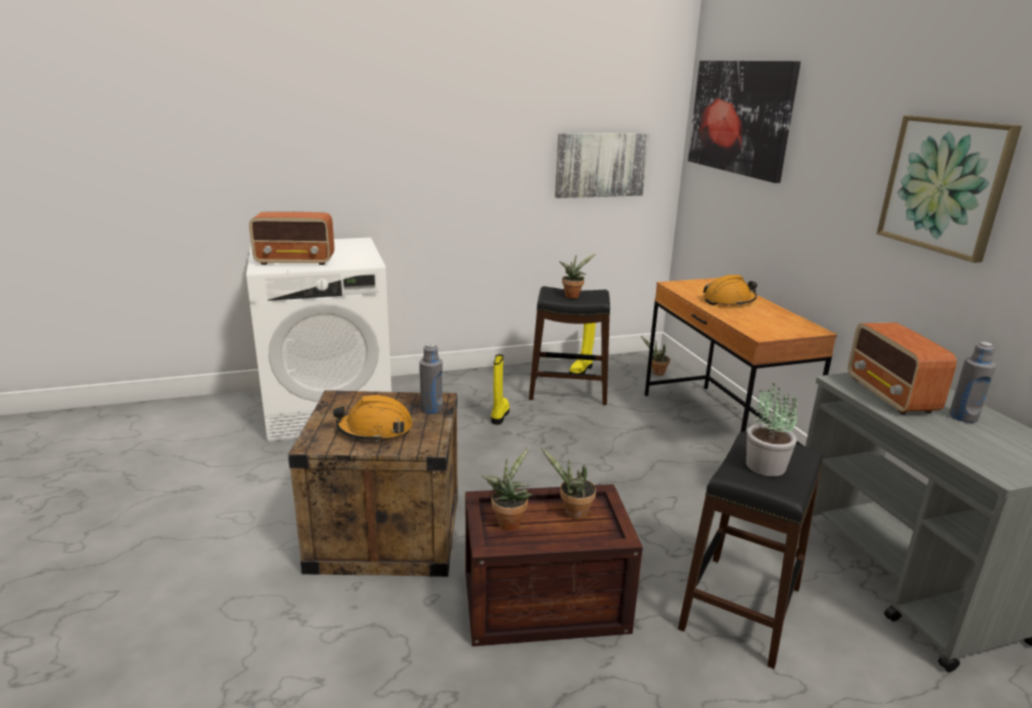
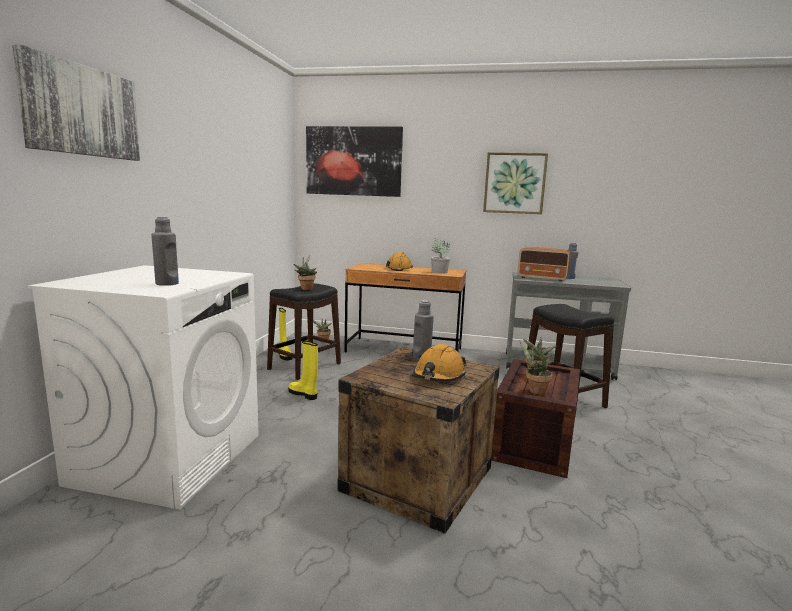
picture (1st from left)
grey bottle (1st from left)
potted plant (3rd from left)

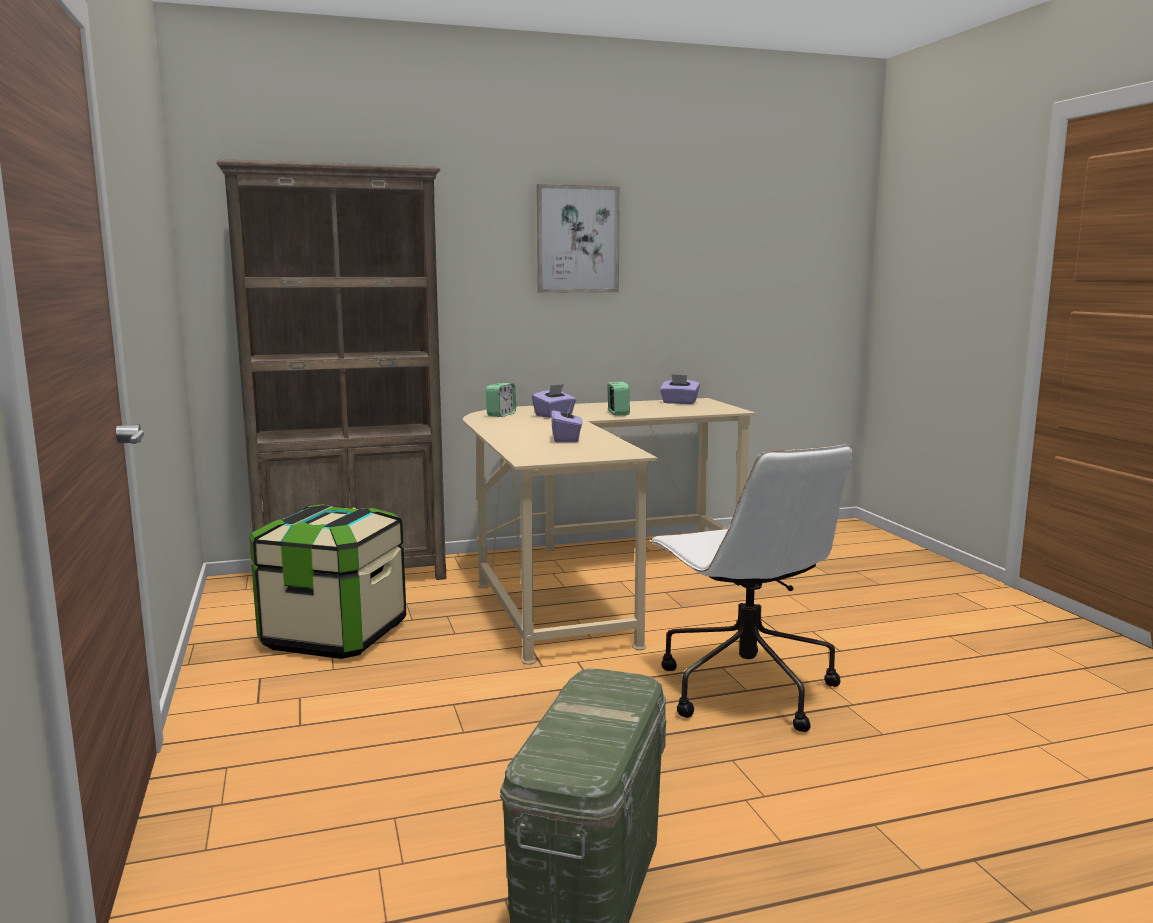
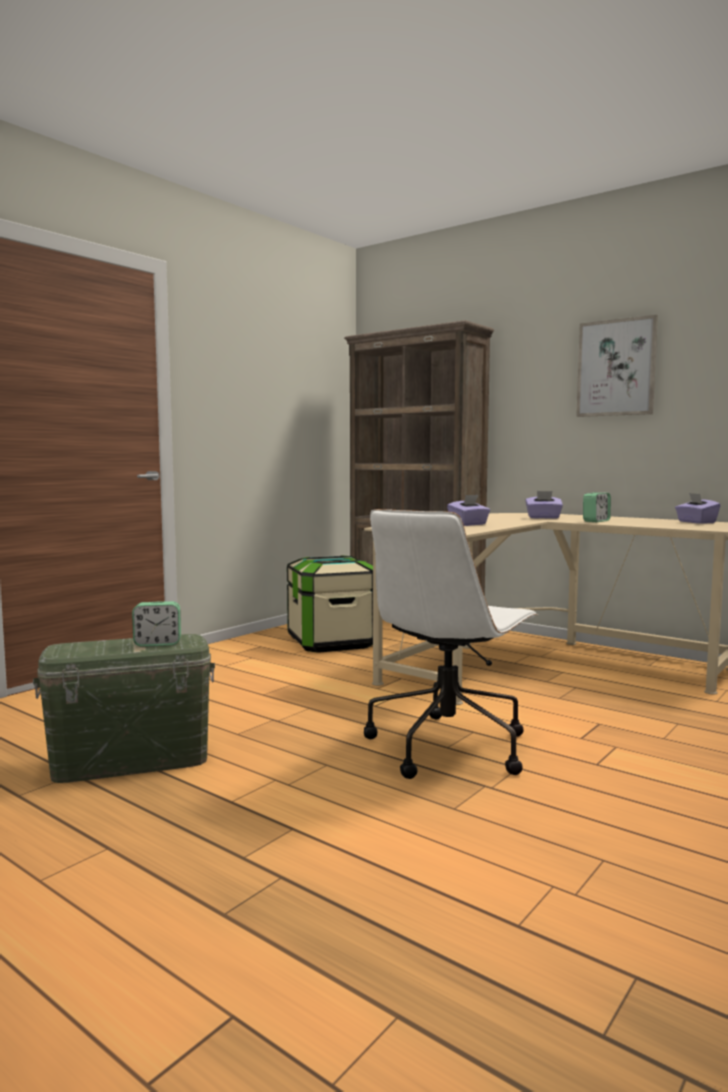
alarm clock (1st from left)

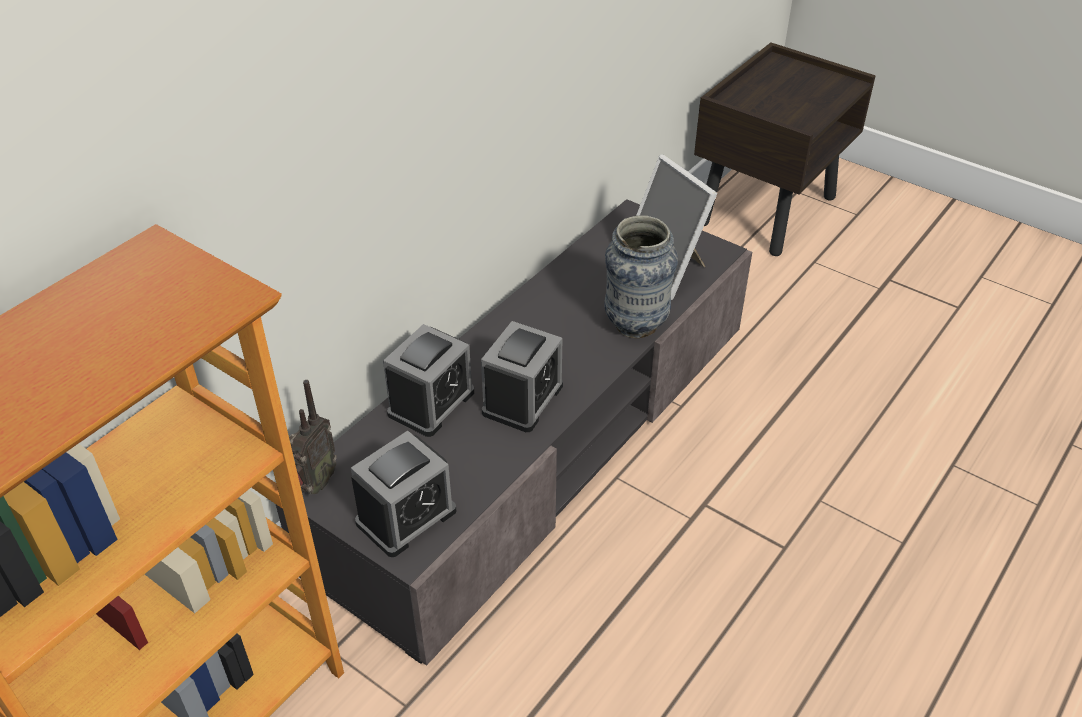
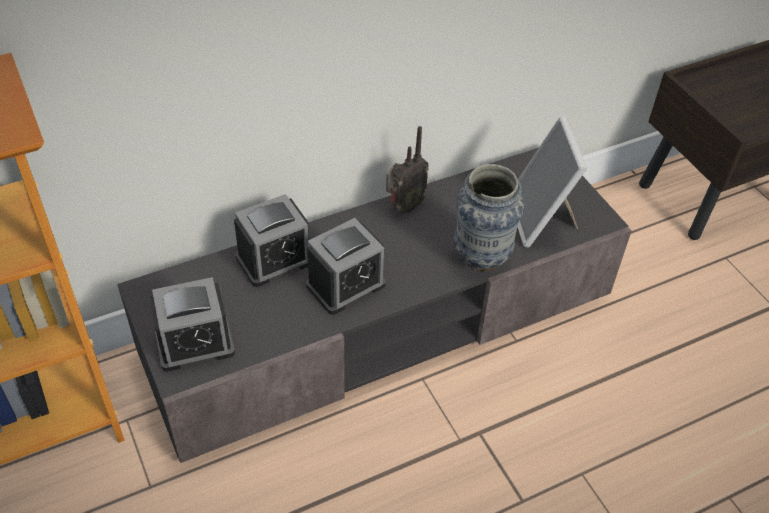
radio

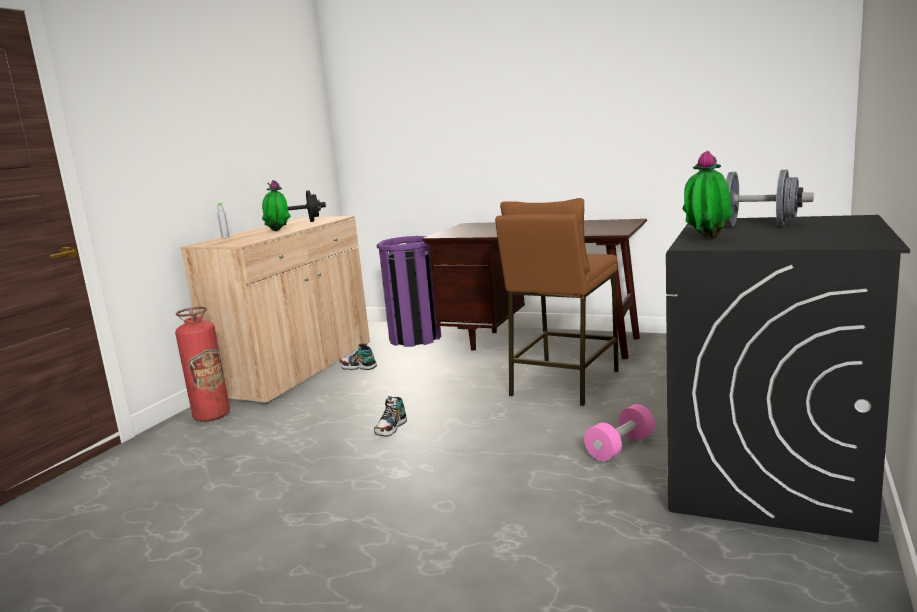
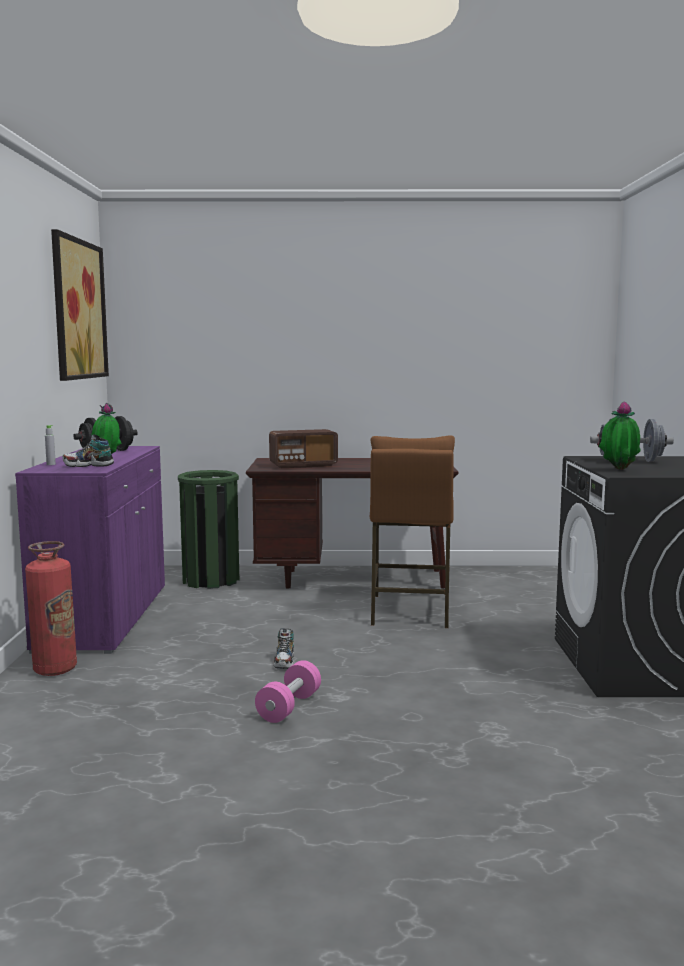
purple cabinet
green trash can
shoe (1st from left)
pink dumbbell
picture
radio

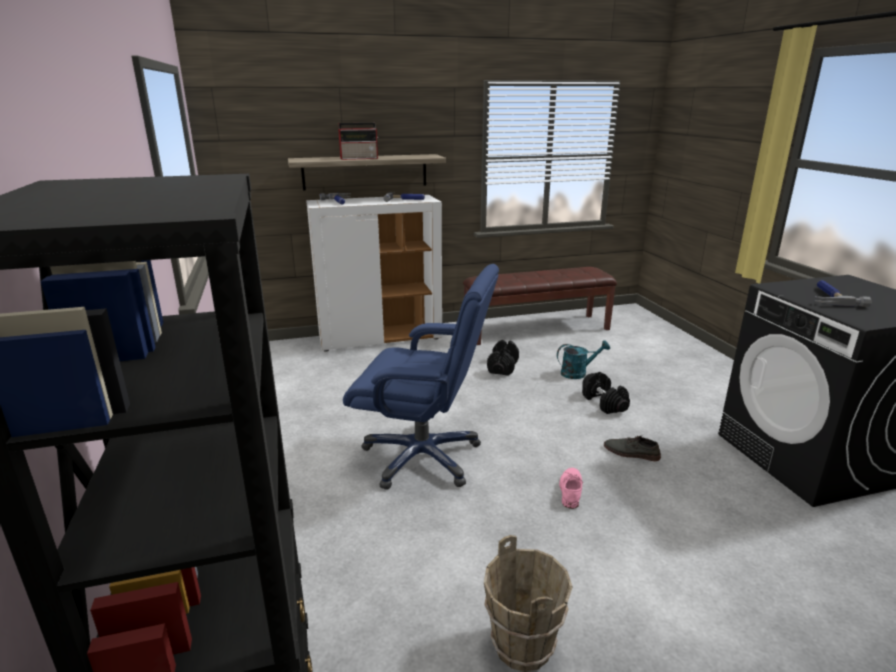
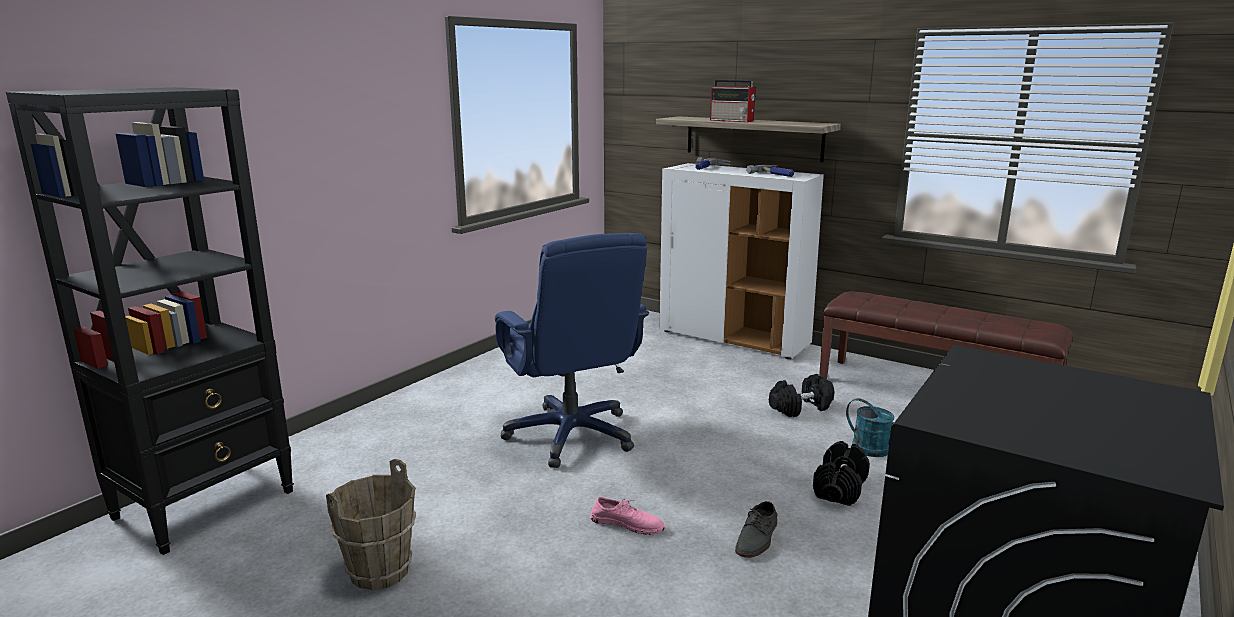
hammer (3rd from left in the first image)
grey shoe
pink shoe

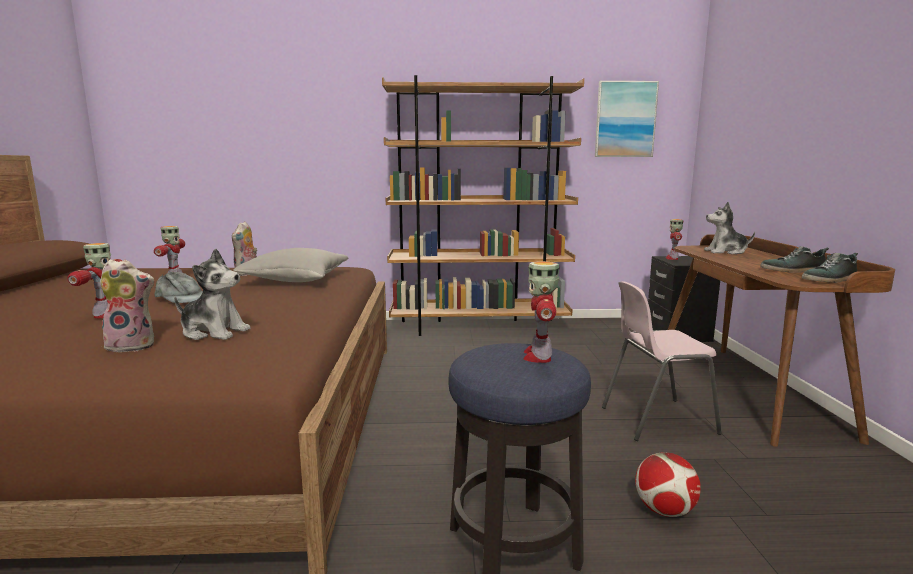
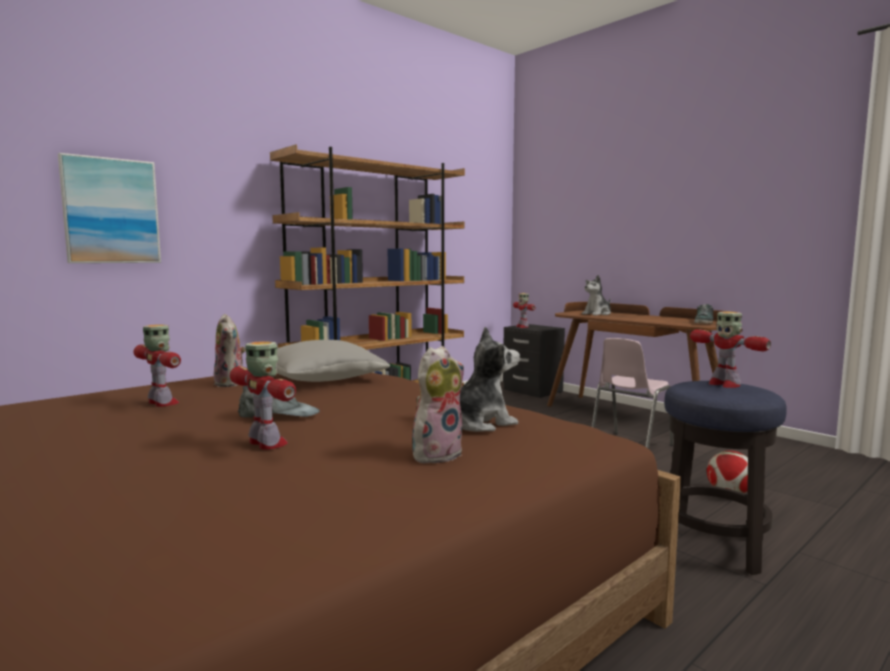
picture
shoe (1st from left in the first image)

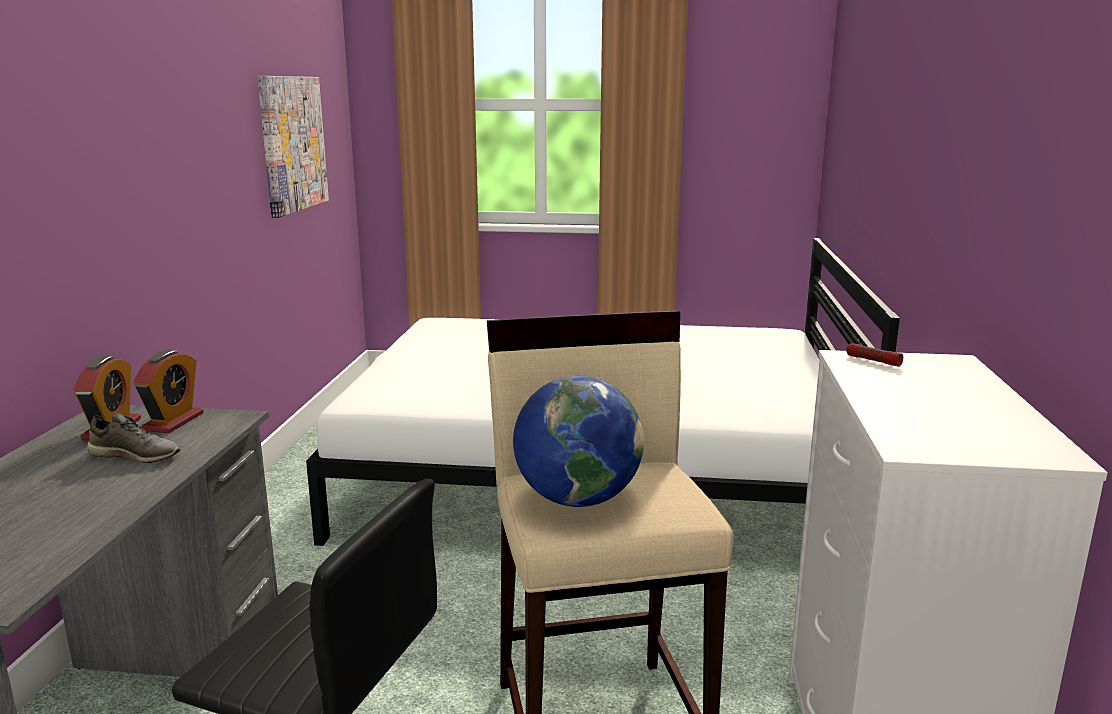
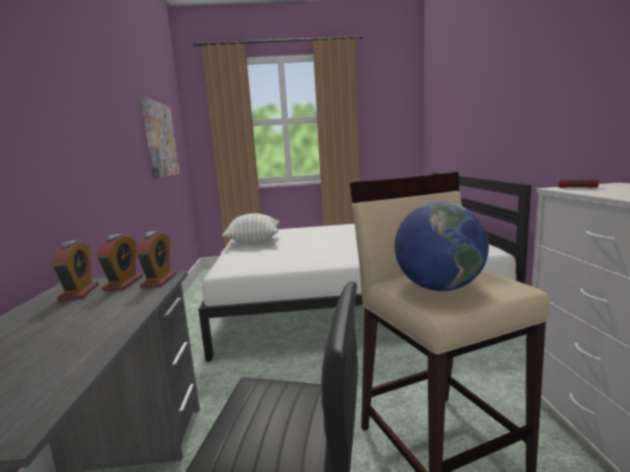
grey shoe
pillow
alarm clock (3rd from left)

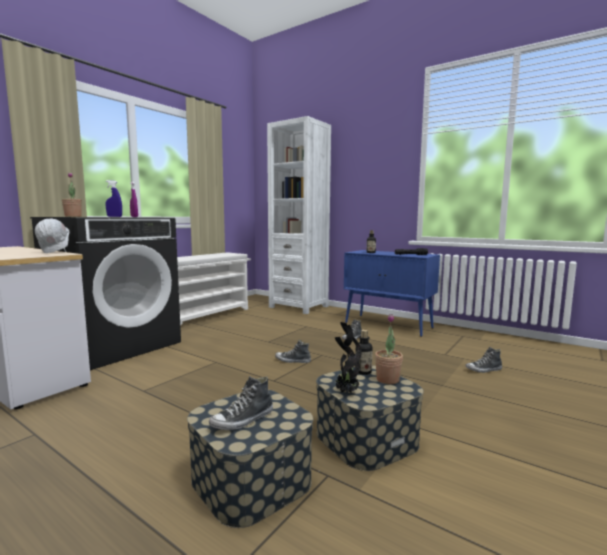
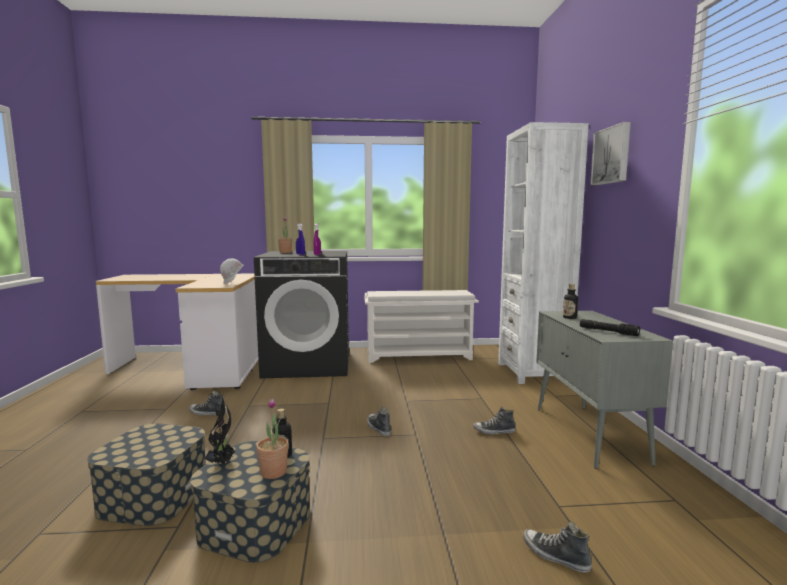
grey cabinet
shoe (1st from left)
picture

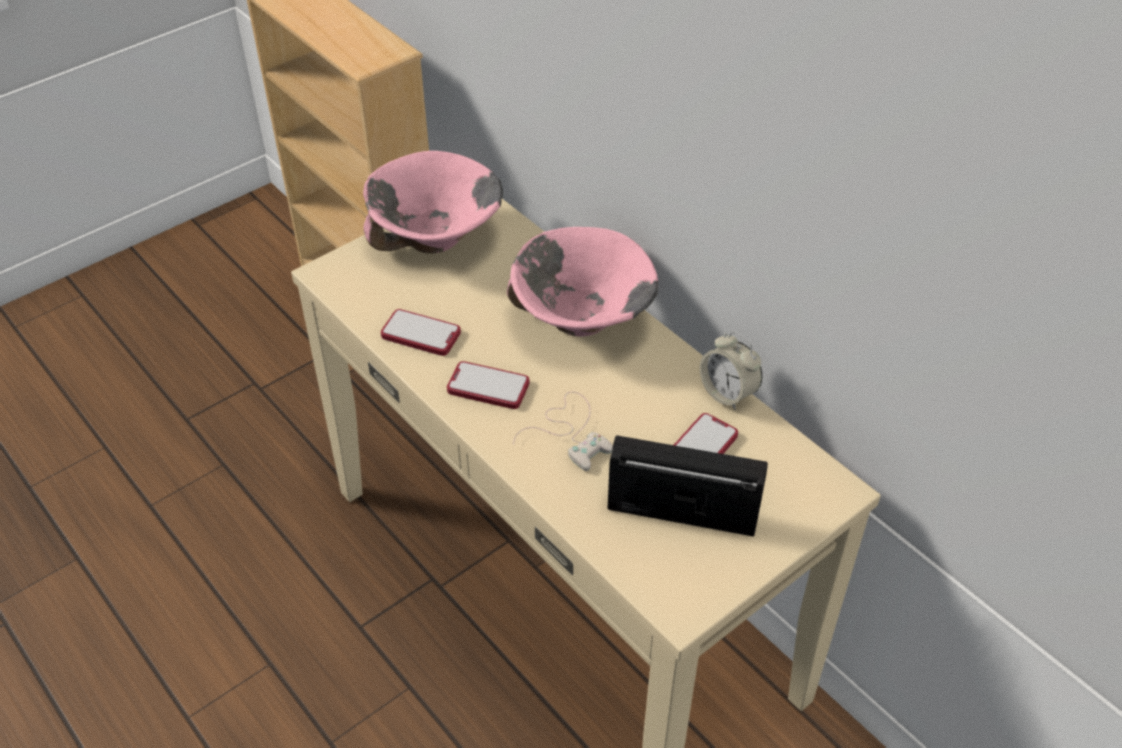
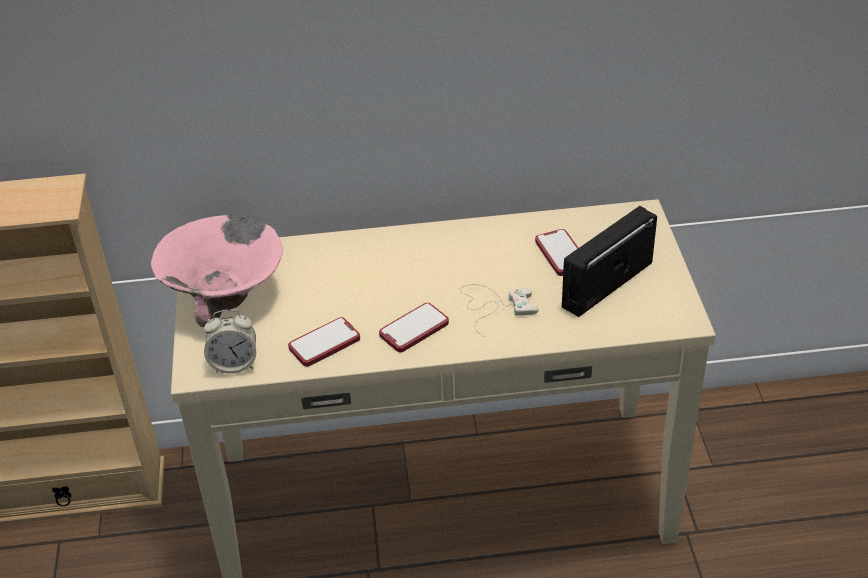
pink bowl (2nd from left in the first image)
alarm clock

